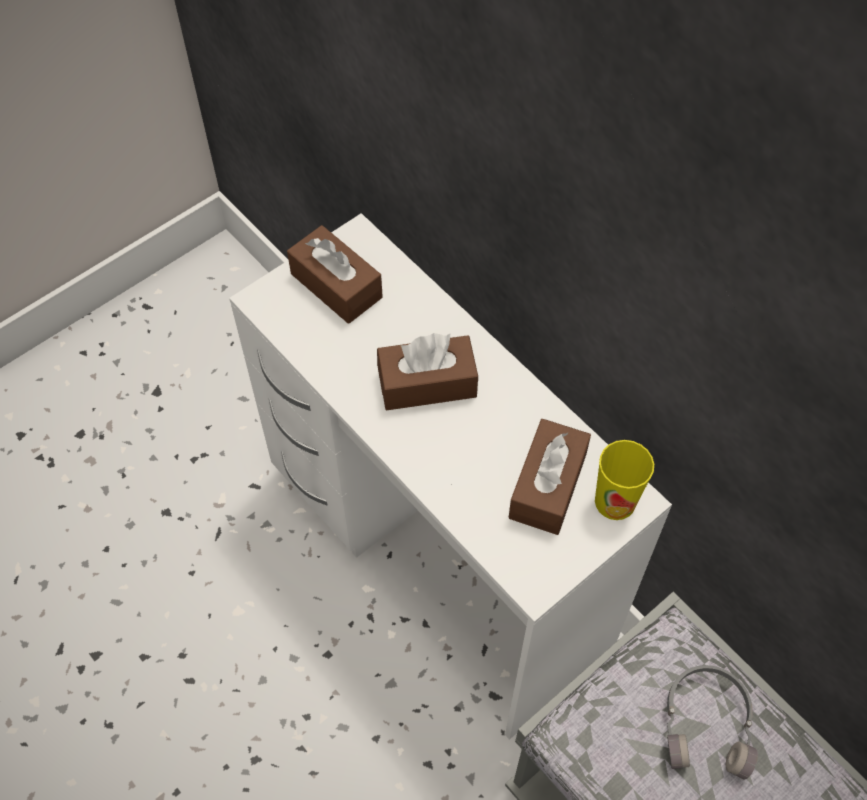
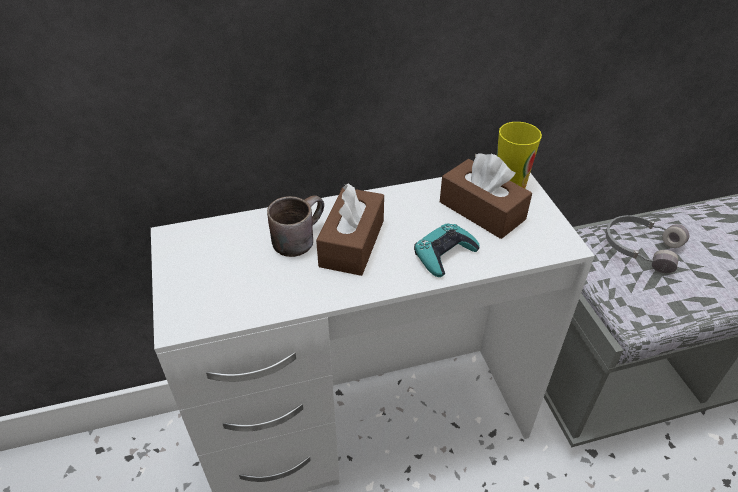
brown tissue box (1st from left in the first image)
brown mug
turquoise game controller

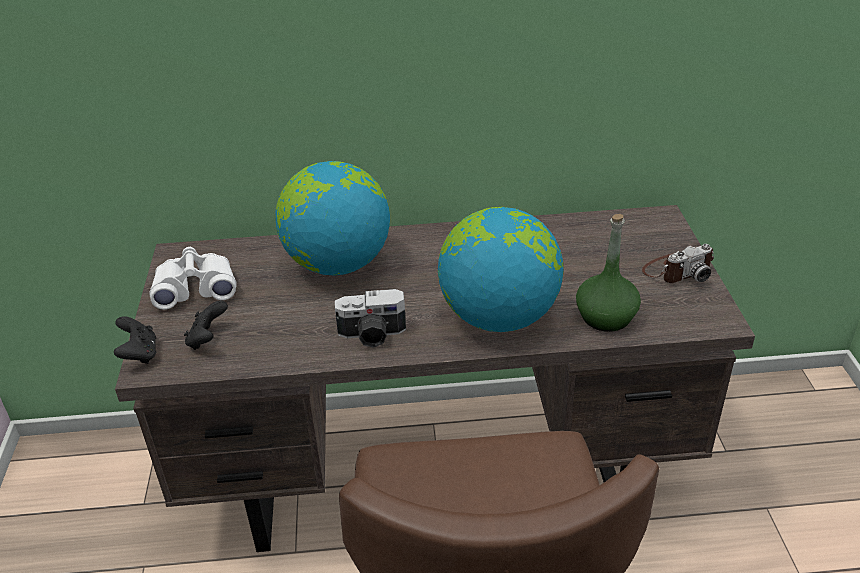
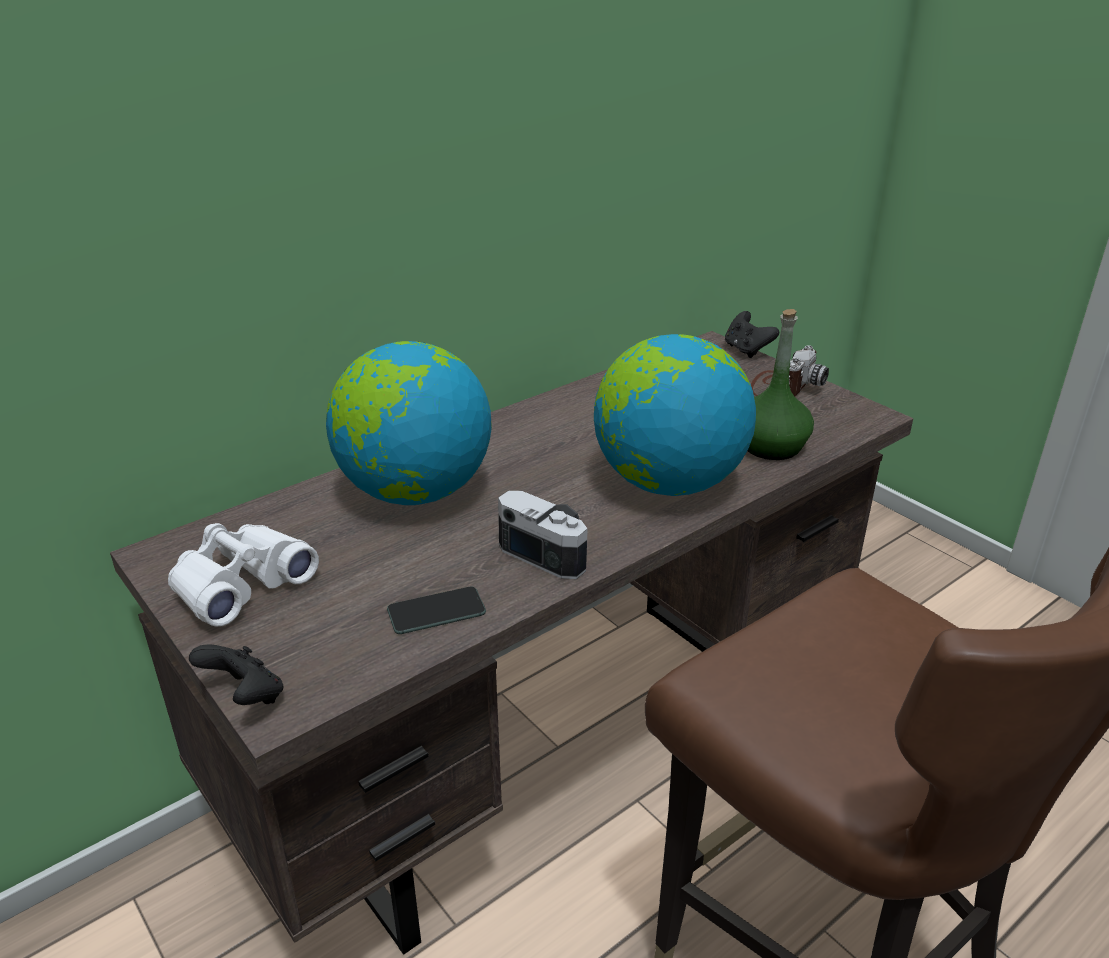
photo camera (1st from left)
black game controller (2nd from left)
phone

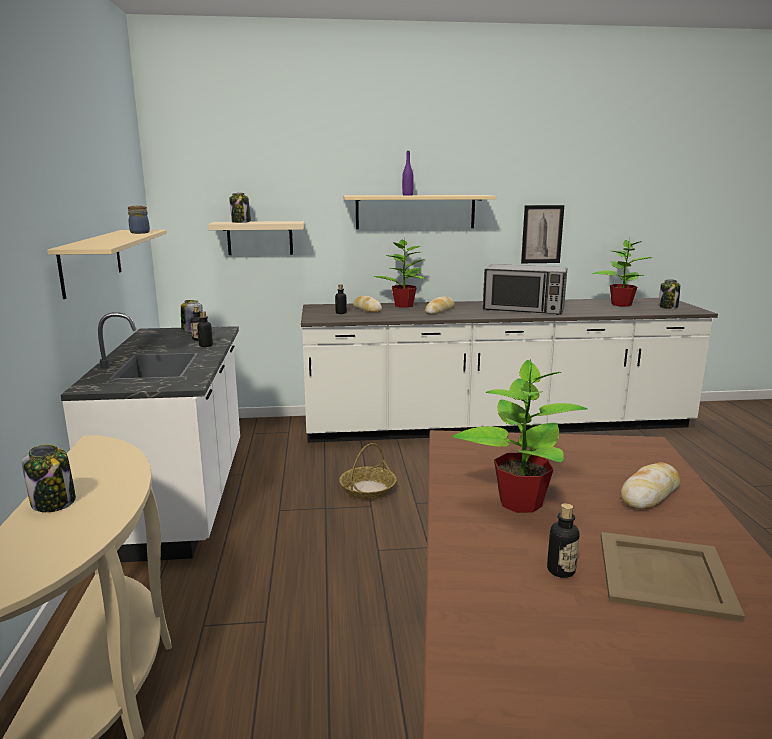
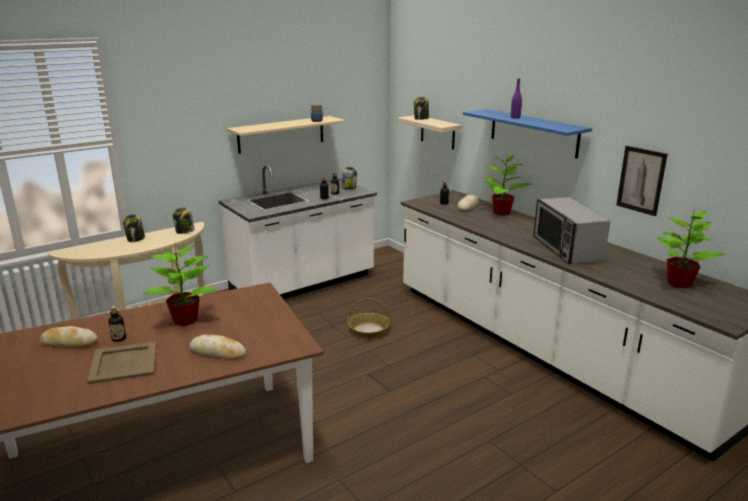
blue shelf
jar (2nd from left)
bread (1st from left)

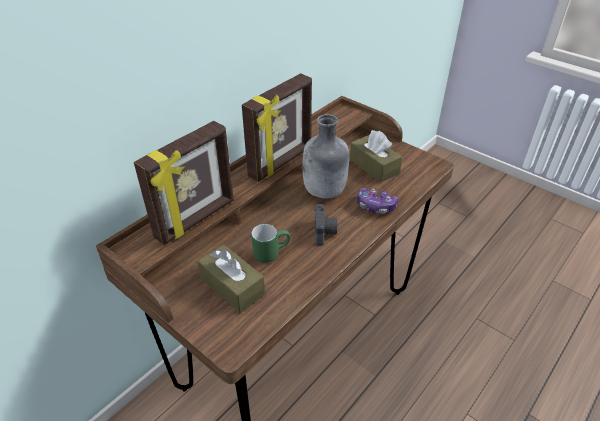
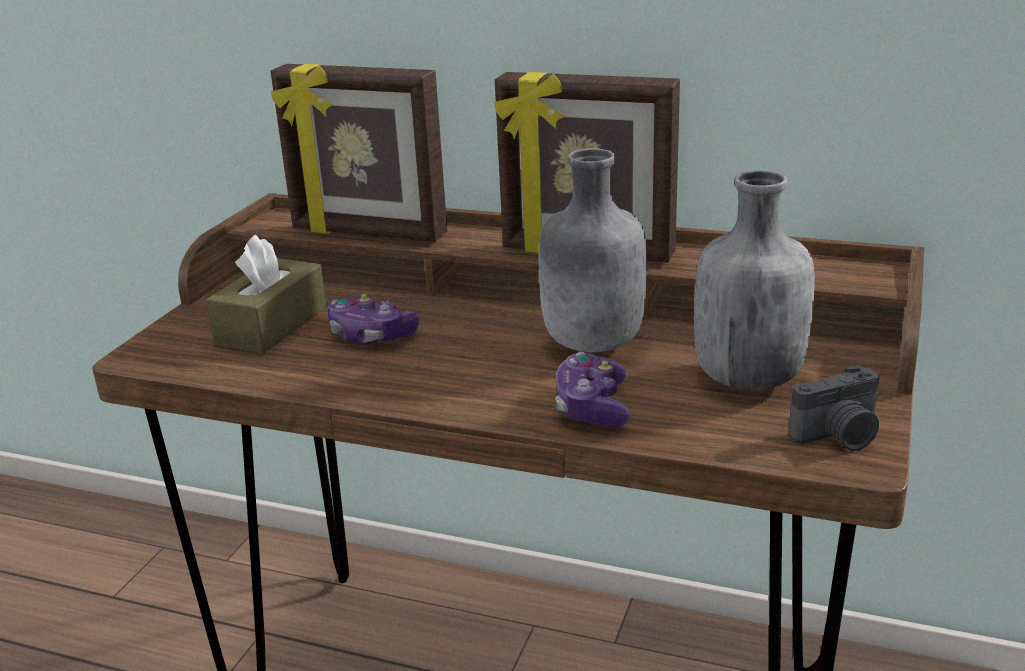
grey bottle (2nd from left)
photo camera
game controller (1st from left)

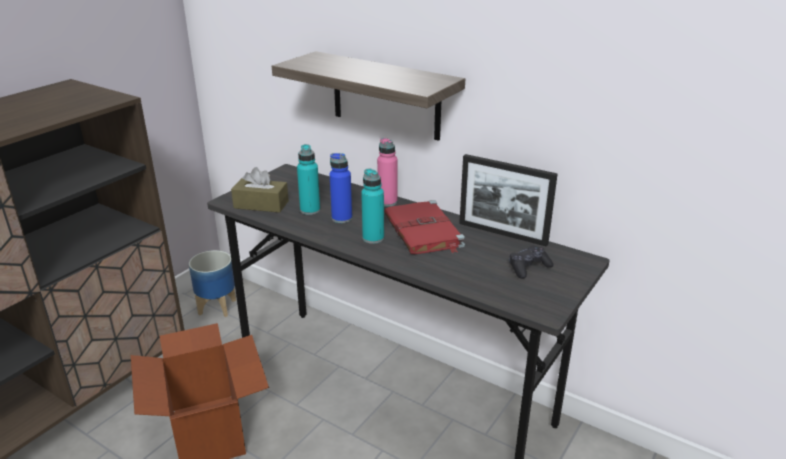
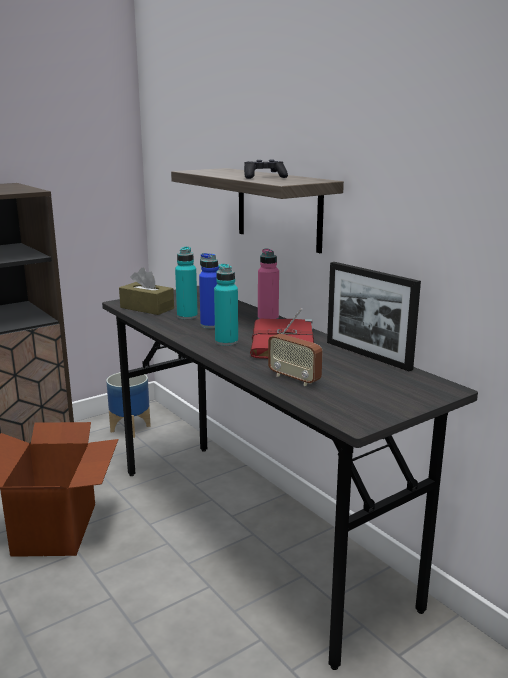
black game controller
radio

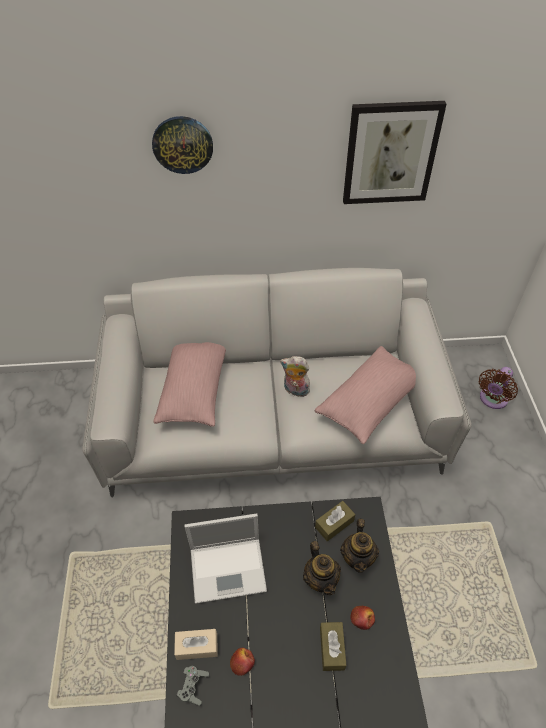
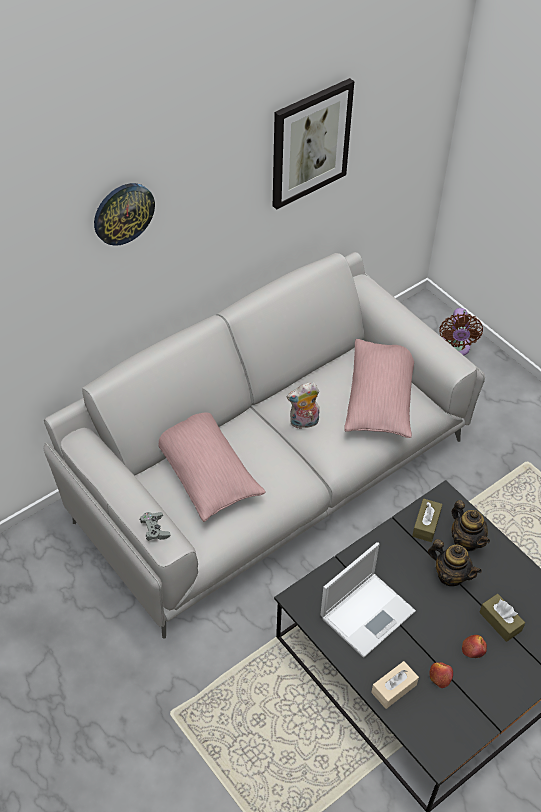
apple (2nd from left)
grey game controller

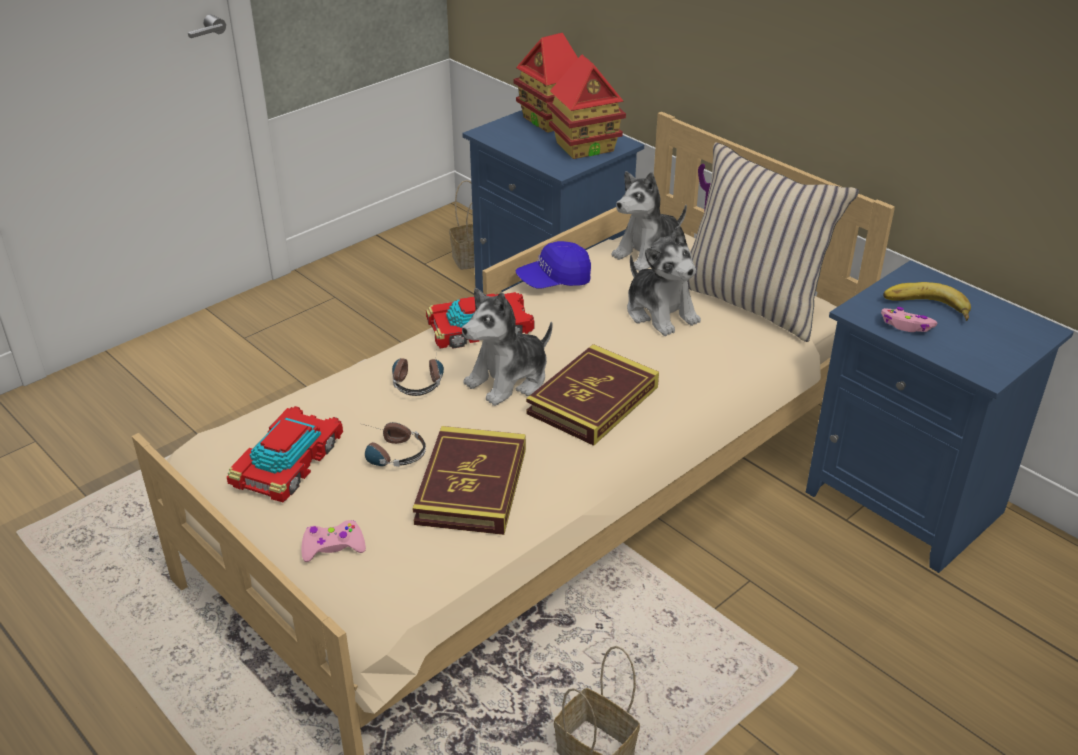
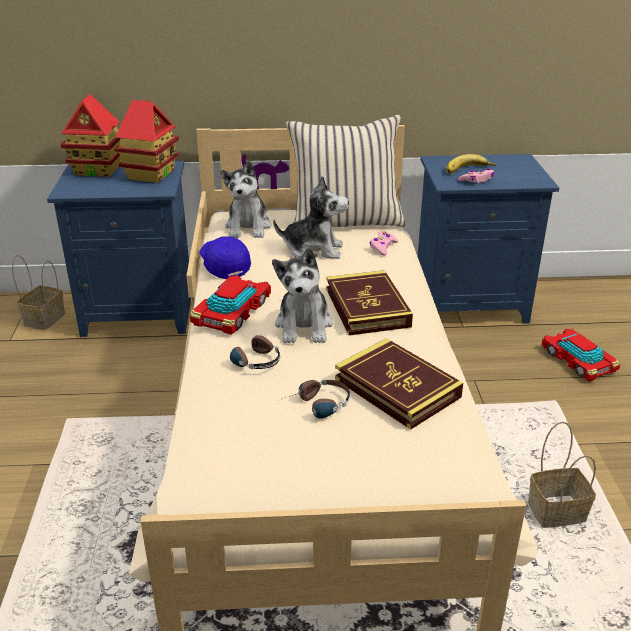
blue cap
toy car (2nd from left)
pink game controller (1st from left)

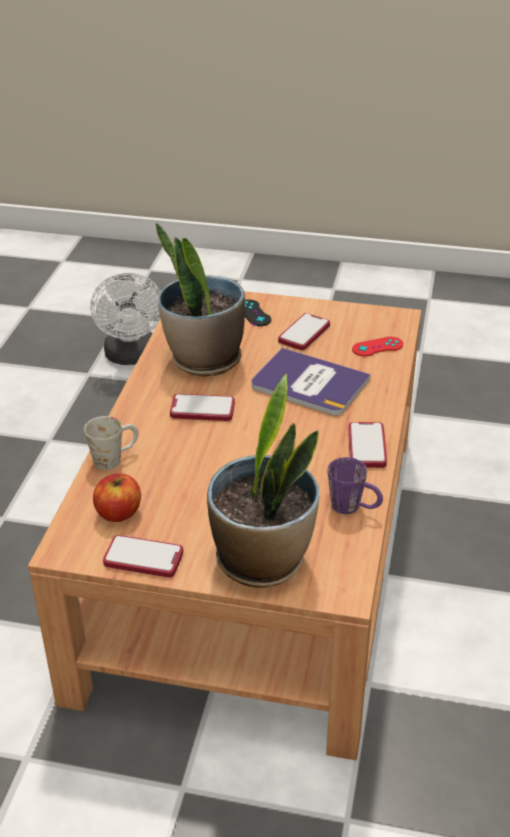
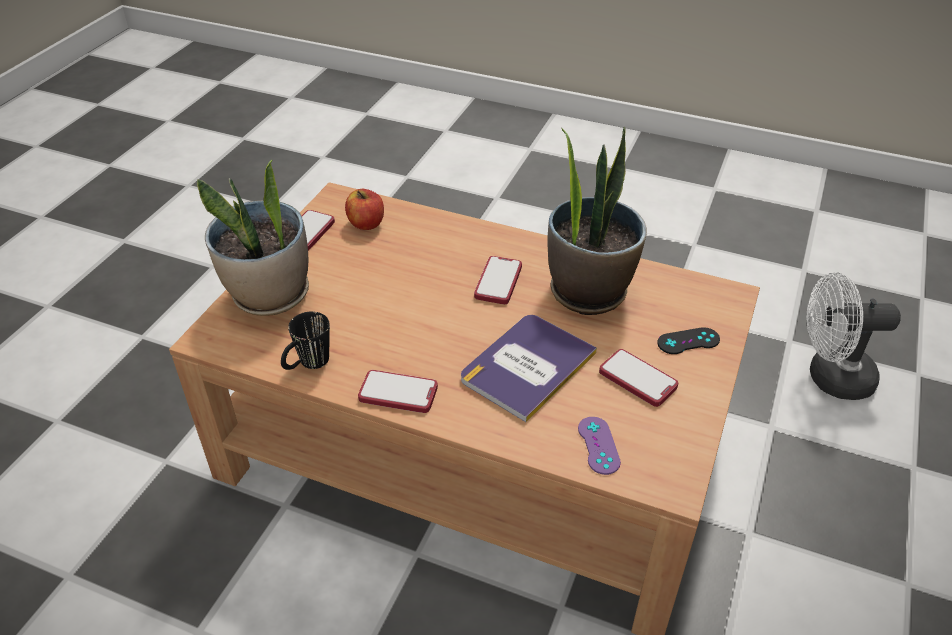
purple game controller
white mug
black mug

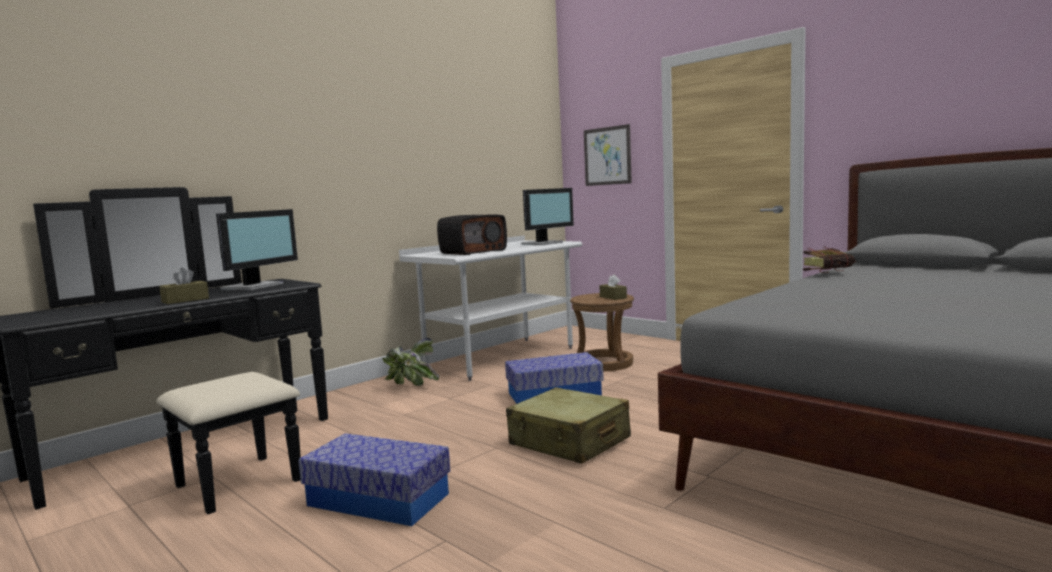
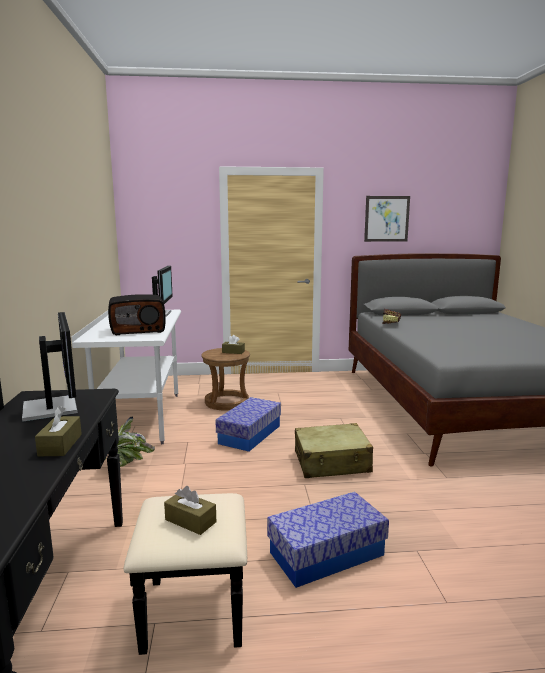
picture
radio
brown tissue box (2nd from left)

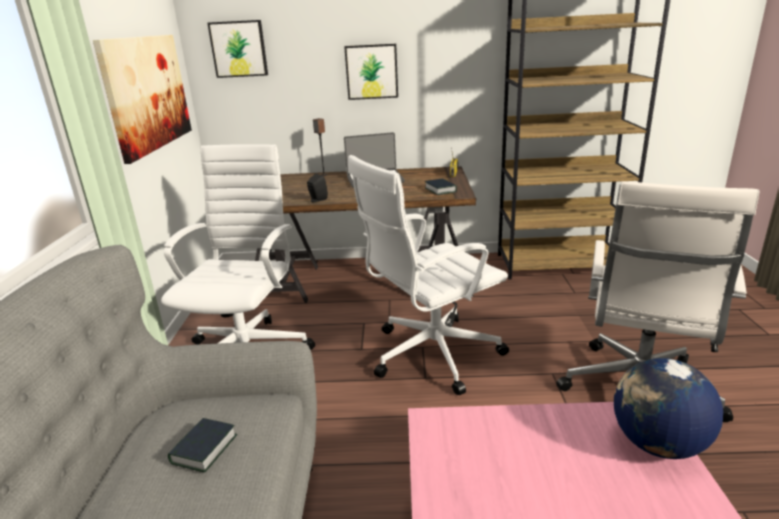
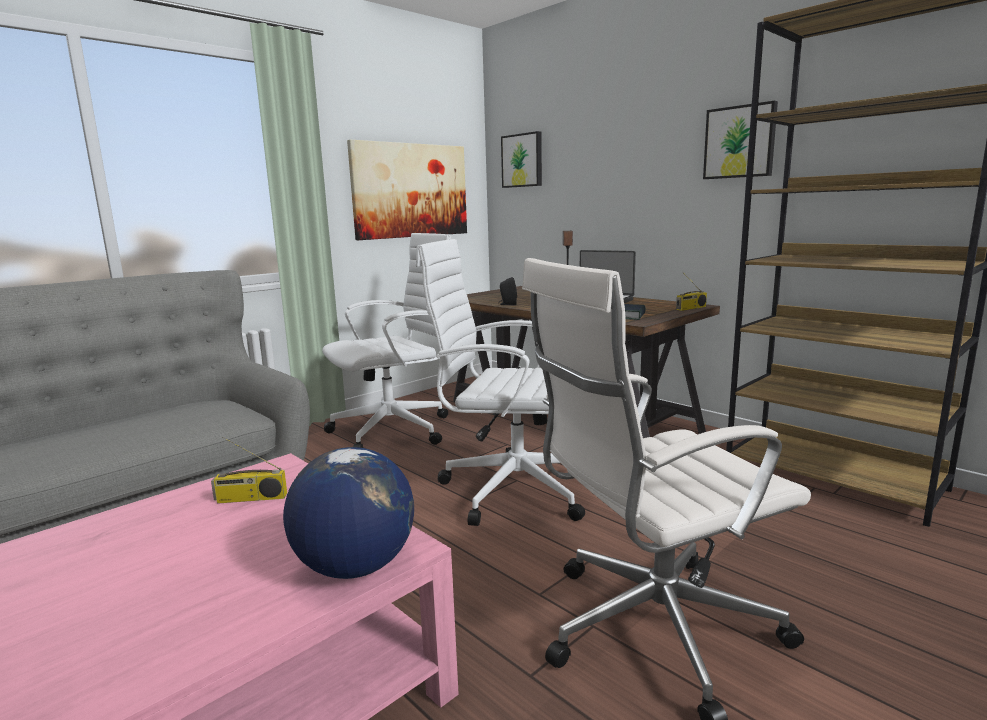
picture (3rd from left)
book (1st from left in the first image)
radio (1st from left)

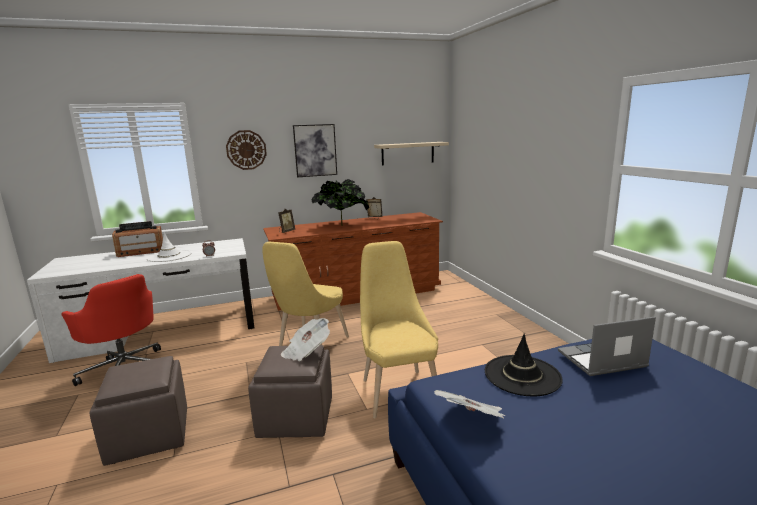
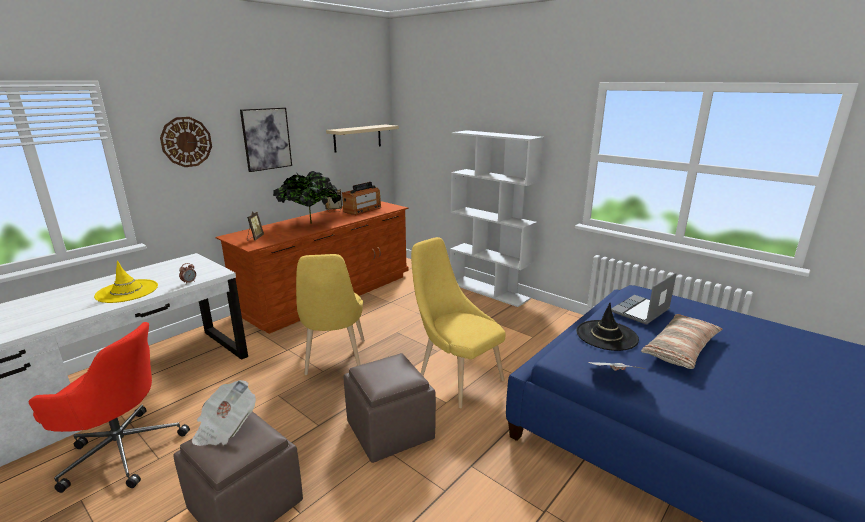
radio
yellow hat
newspaper (1st from left)
white bookcase
pillow

